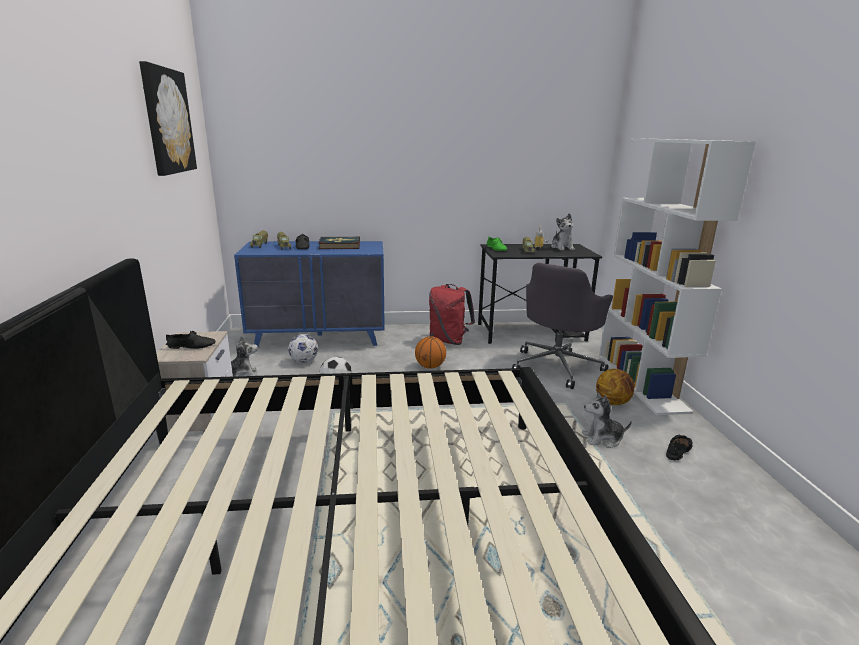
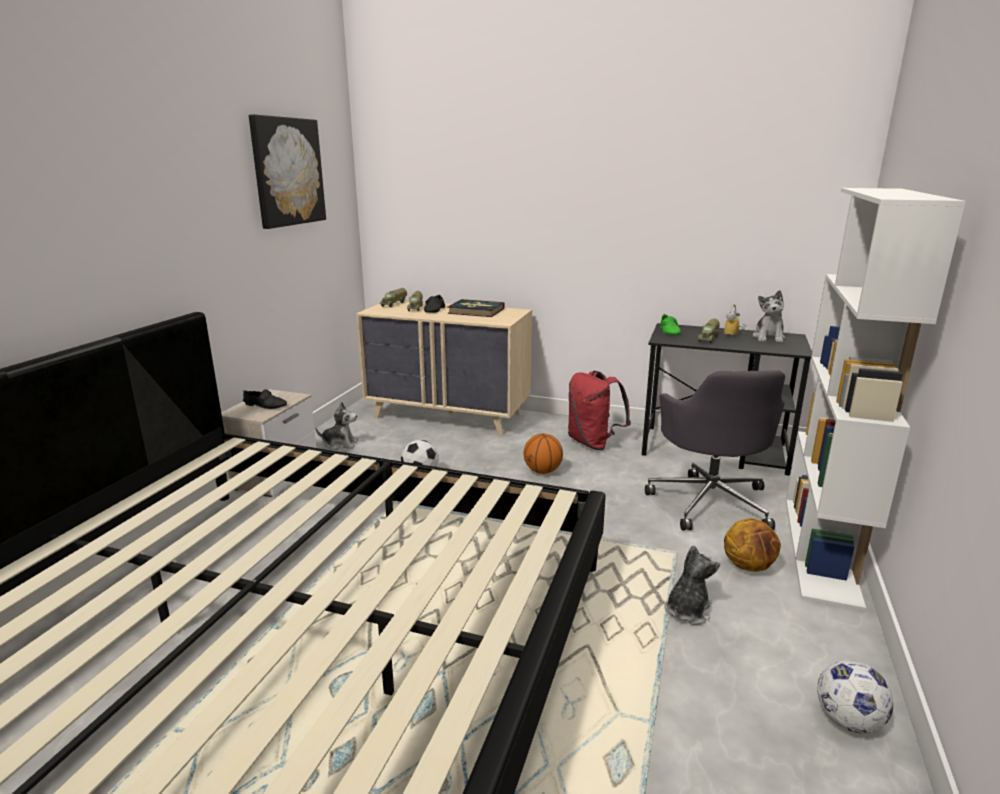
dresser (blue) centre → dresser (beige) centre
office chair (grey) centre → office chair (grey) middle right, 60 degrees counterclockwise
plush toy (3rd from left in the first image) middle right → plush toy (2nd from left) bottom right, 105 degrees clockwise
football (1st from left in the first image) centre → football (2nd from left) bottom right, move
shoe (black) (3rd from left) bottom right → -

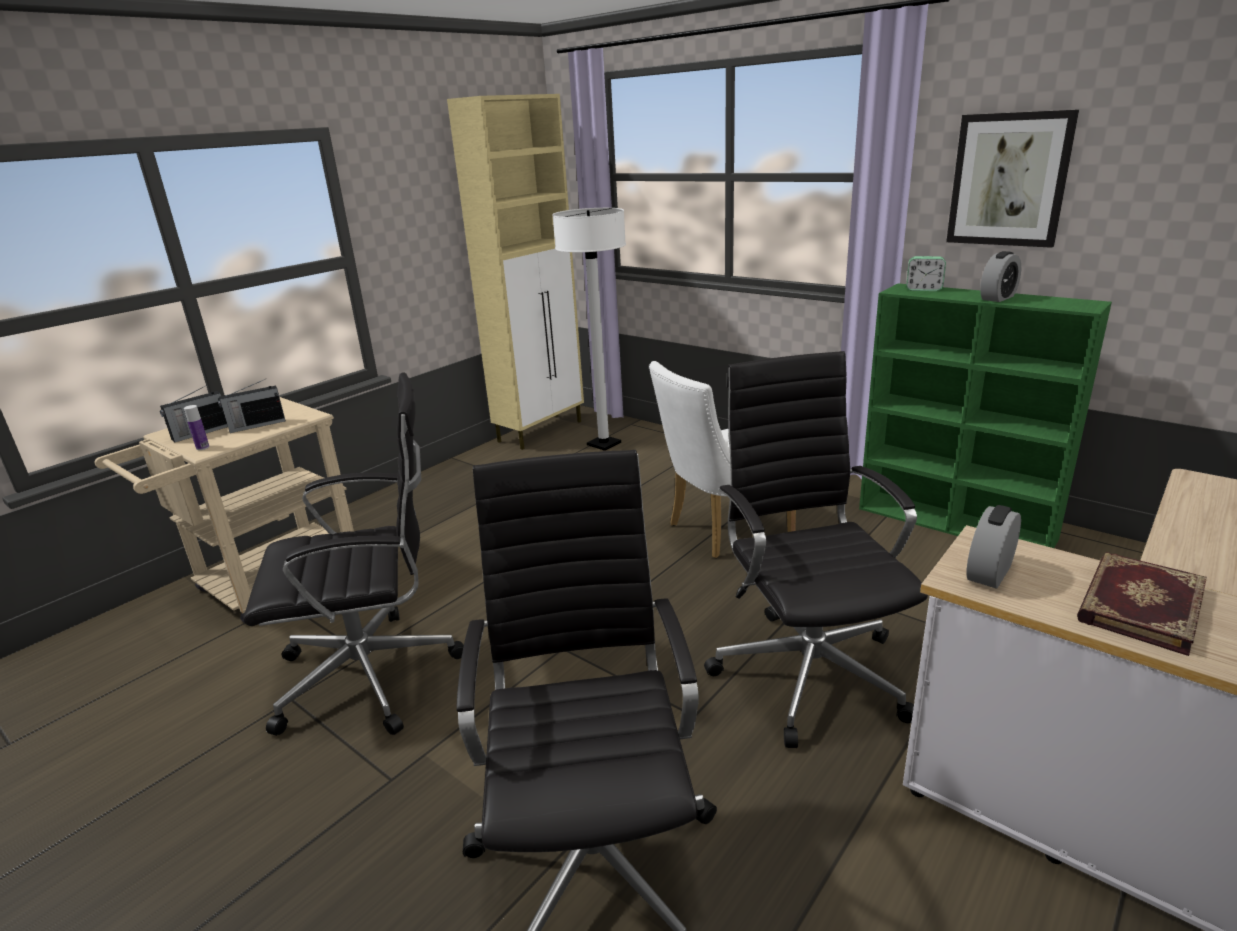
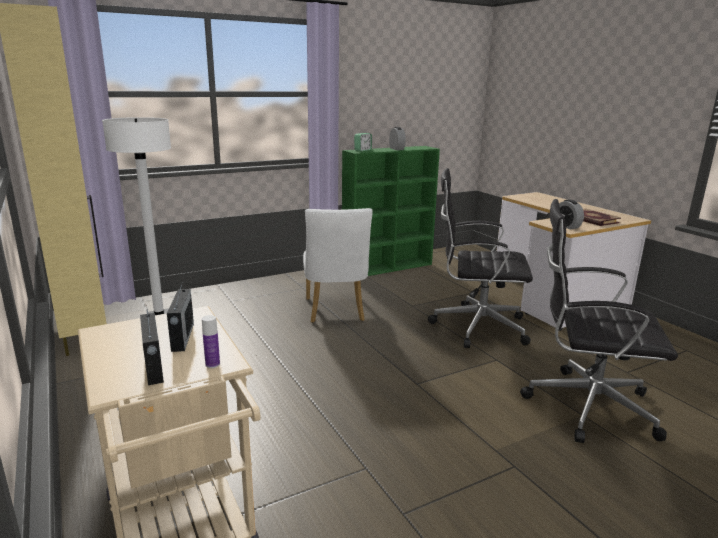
office chair (black) (1st from left) middle left → -
picture top right → -

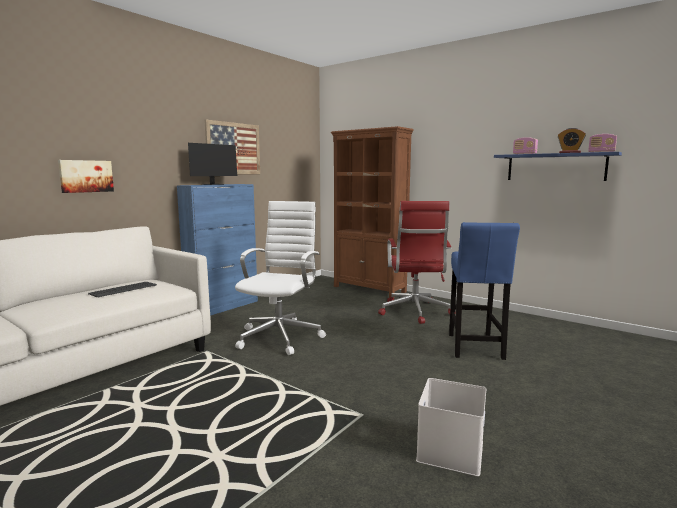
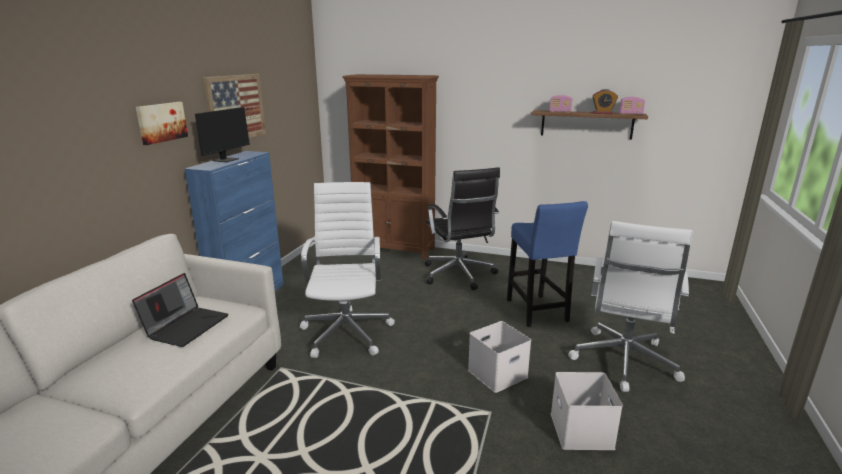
keyboard middle left → laptop middle left
picture (1st from left) middle left → picture (1st from left) top left, move
office chair (red) centre → office chair (black) centre
- → storage box (white) (1st from left) bottom centre
shelf (blue) top right → shelf (brown) top right
- → office chair (white) (2nd from left) middle right

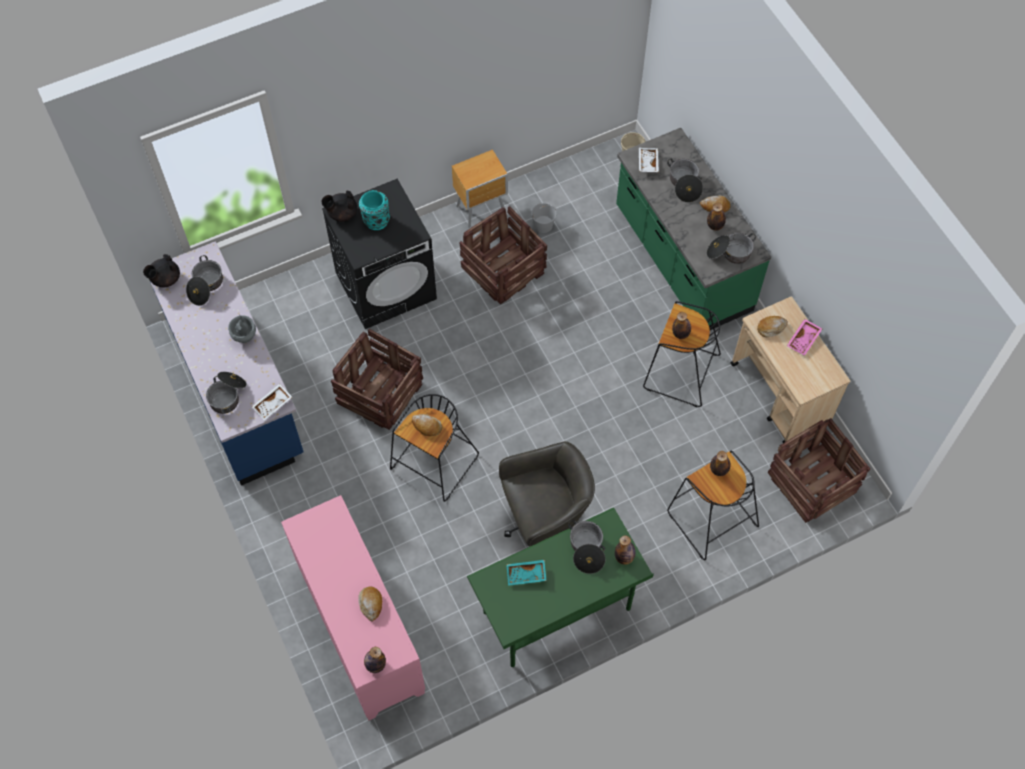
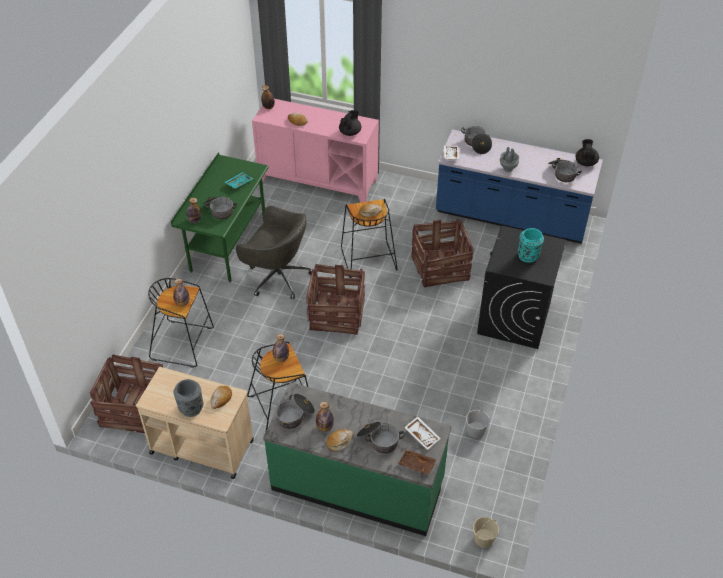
tray (pink) middle right → vase (grey) (1st from left) bottom left
office chair (grey) centre, 90 degrees counterclockwise
crate (2nd from left) top centre → crate (2nd from left) centre, move
teapot (black) (2nd from left in the first image) top left → teapot (black) (1st from left) top centre, move
- → tray (brown) bottom centre
nightstand (brown) top centre → -

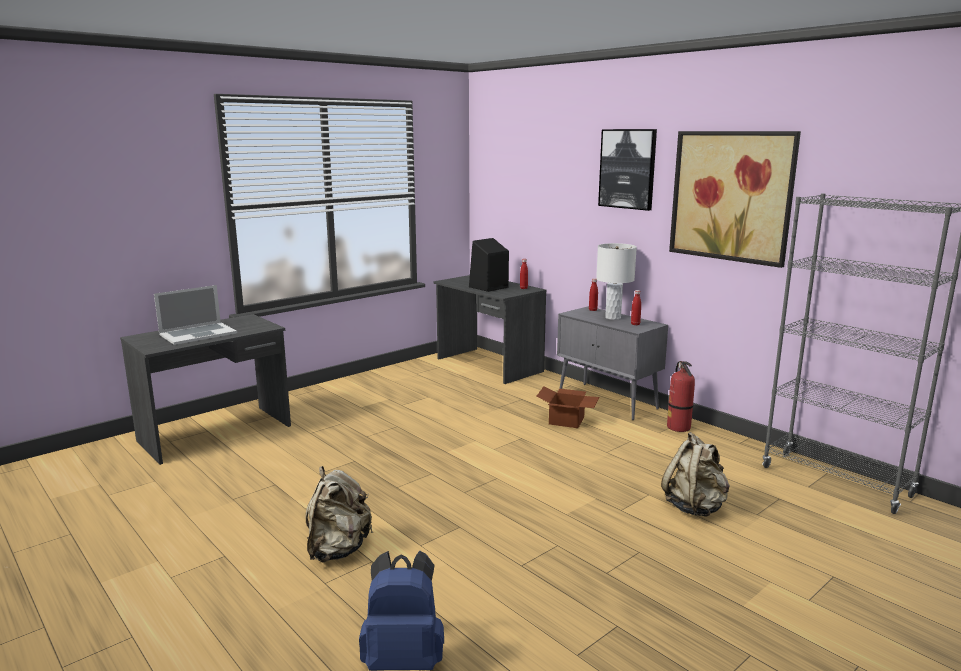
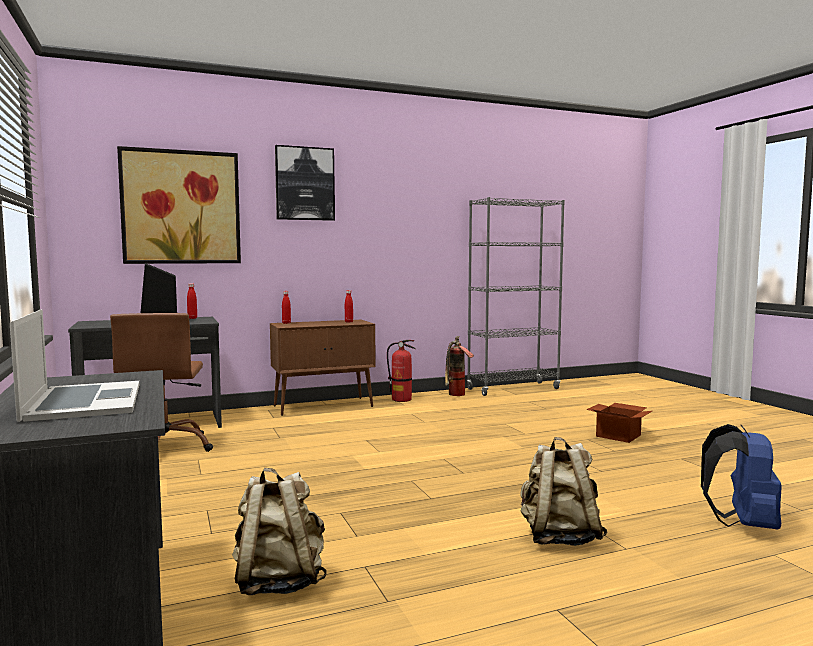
- → office chair (brown) middle left
picture (2nd from left in the first image) top right → picture (1st from left) top left, move
backpack (beige) (2nd from left in the first image) bottom right → backpack (beige) (1st from left) bottom centre, move
cabinet (grey) centre → cabinet (brown) centre
- → fire extinguisher (2nd from left) centre
cardboard box centre → cardboard box middle right, move
table lamp (white) centre → -

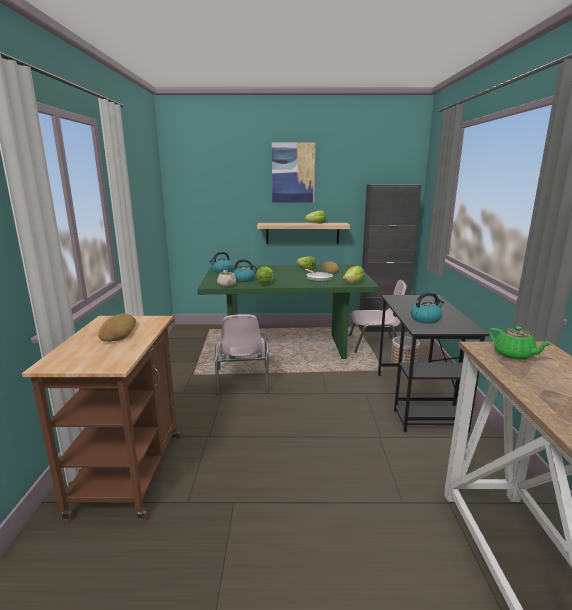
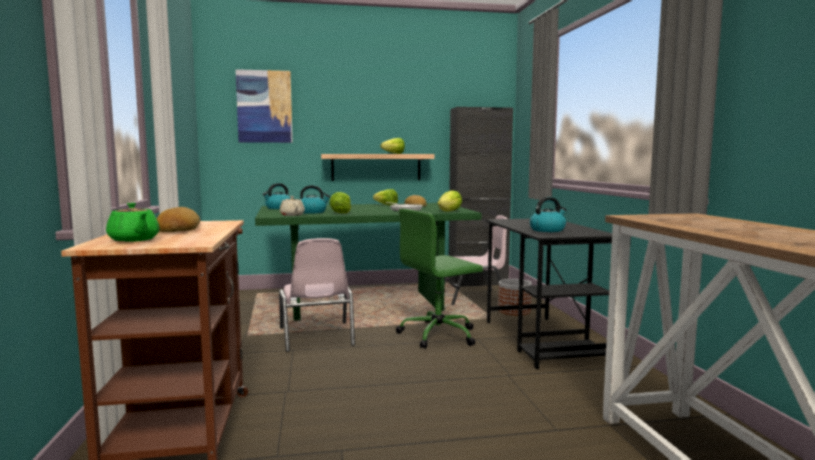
teapot (green) middle right → teapot (green) middle left, move
picture top centre → picture top left, move
- → office chair (green) centre

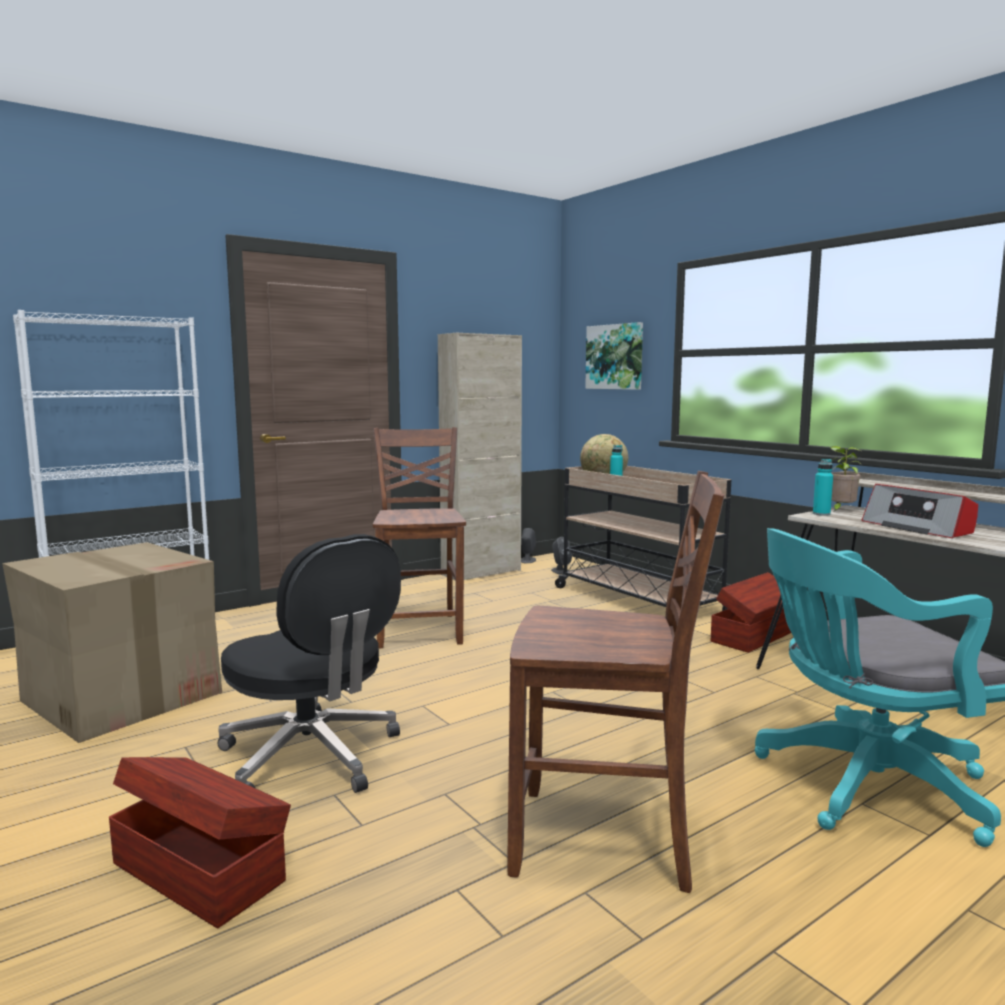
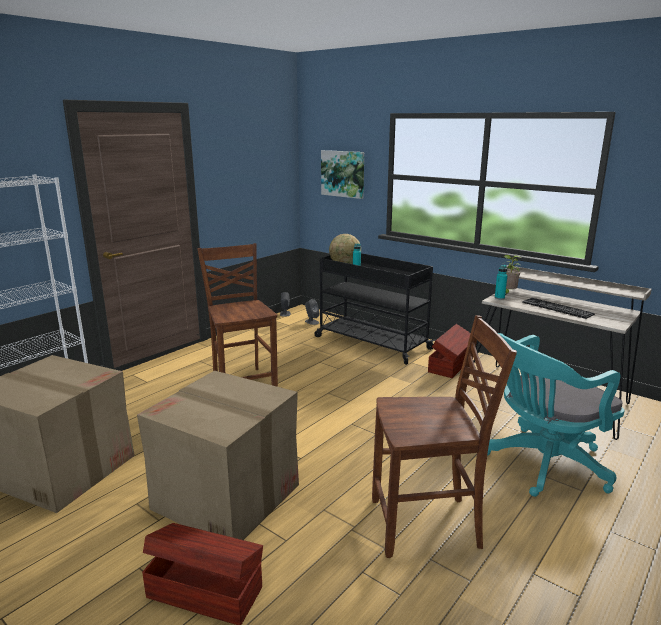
office chair (black) middle left → cardboard box (2nd from left) bottom left
cart (beige) centre → cart (black) centre
radio middle right → keyboard middle right
cabinet (beige) centre → -

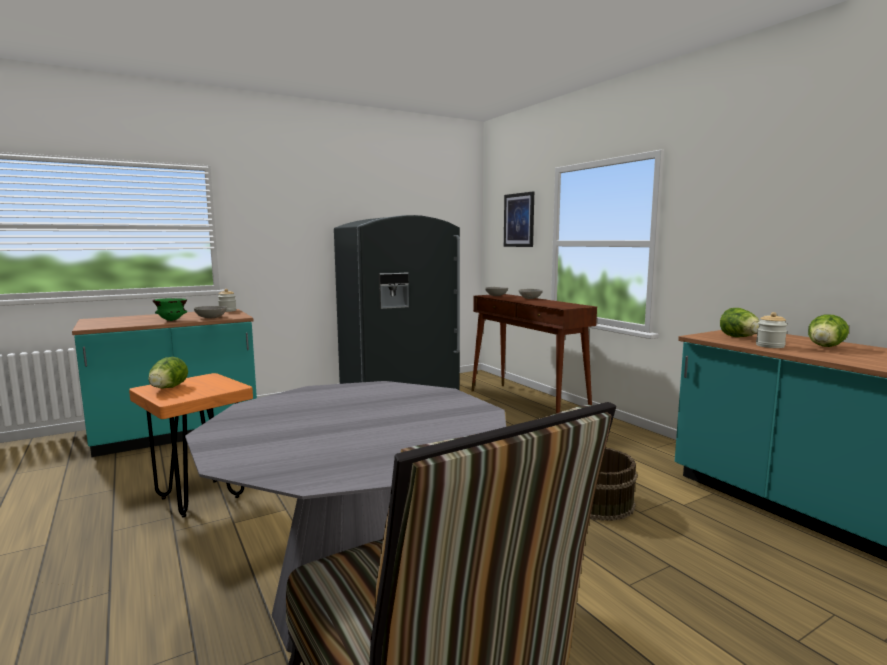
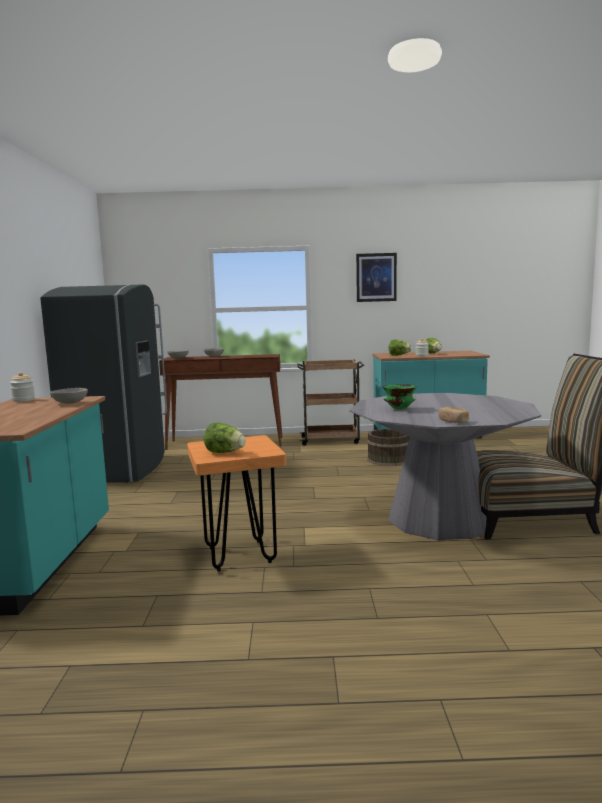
- → cart (brown) centre
picture top centre → picture centre, move
bowl (green) middle left → bowl (green) centre, move
- → bread middle right

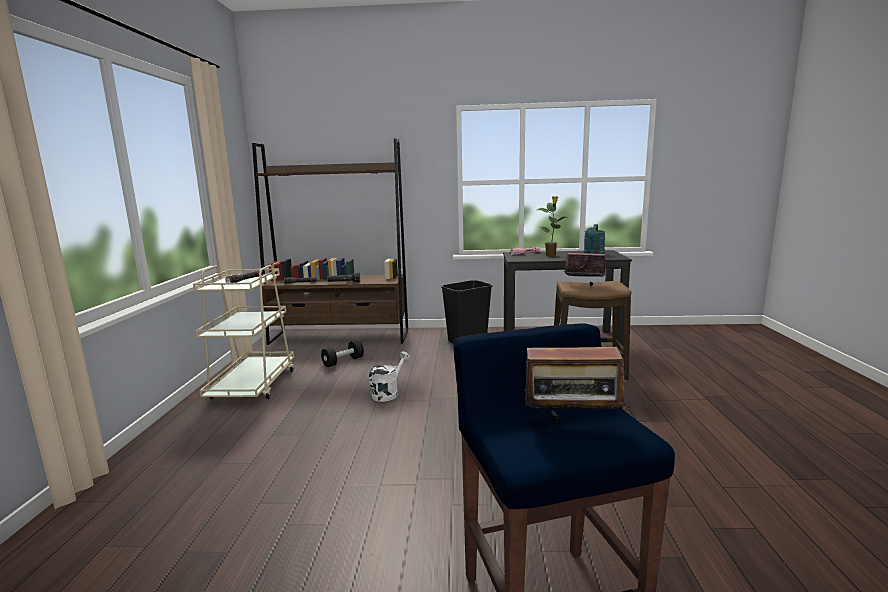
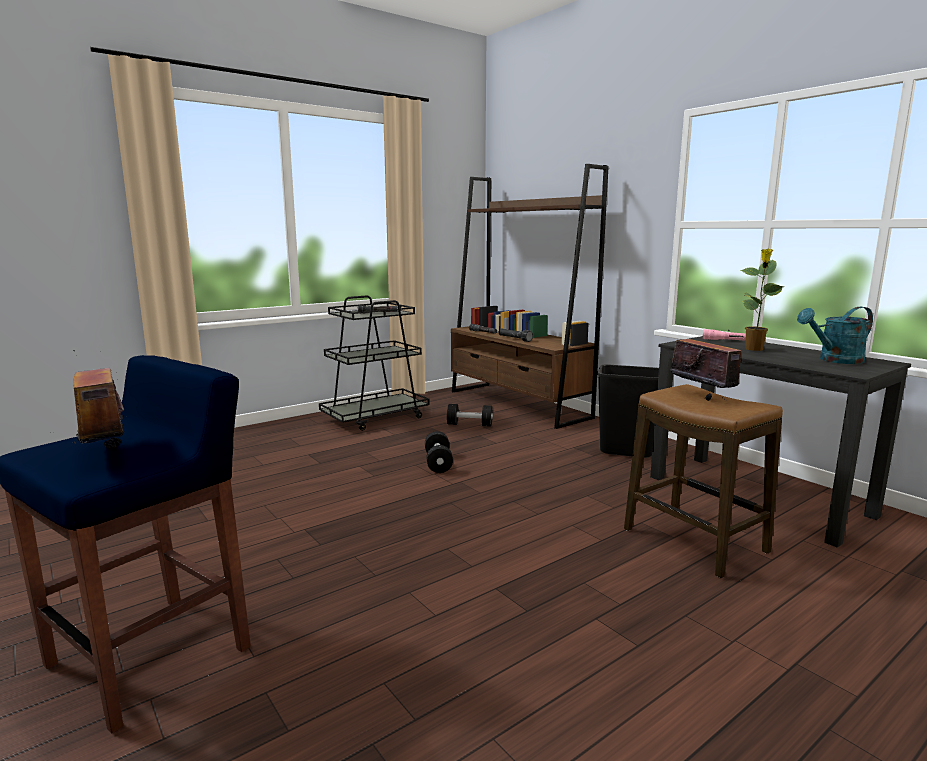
cart (beige) middle left → cart (black) centre
watering can (white) centre → dumbbell (black) (1st from left) centre

